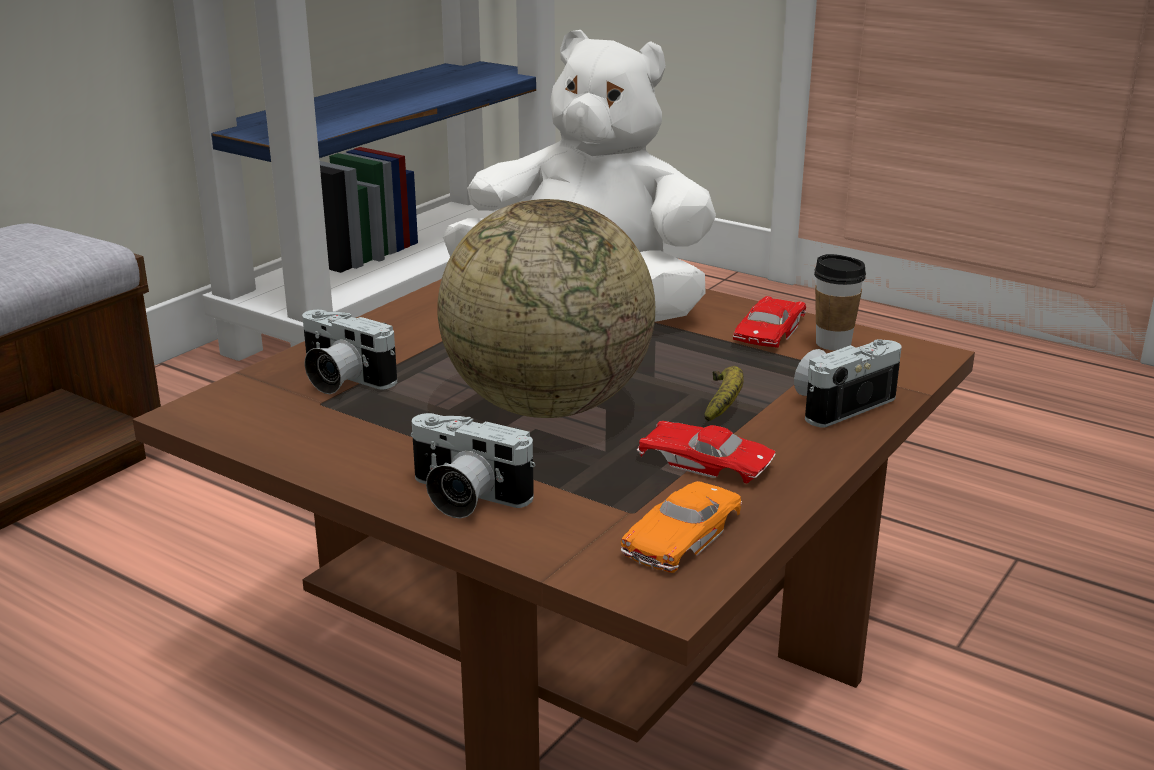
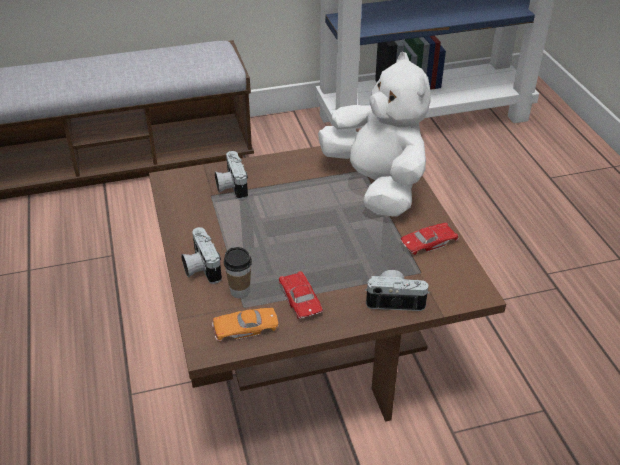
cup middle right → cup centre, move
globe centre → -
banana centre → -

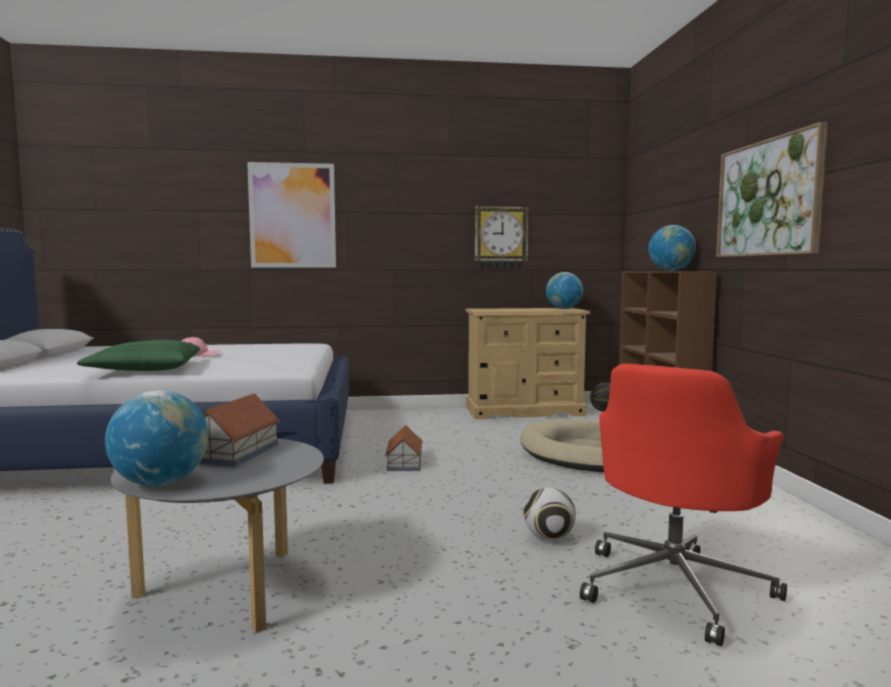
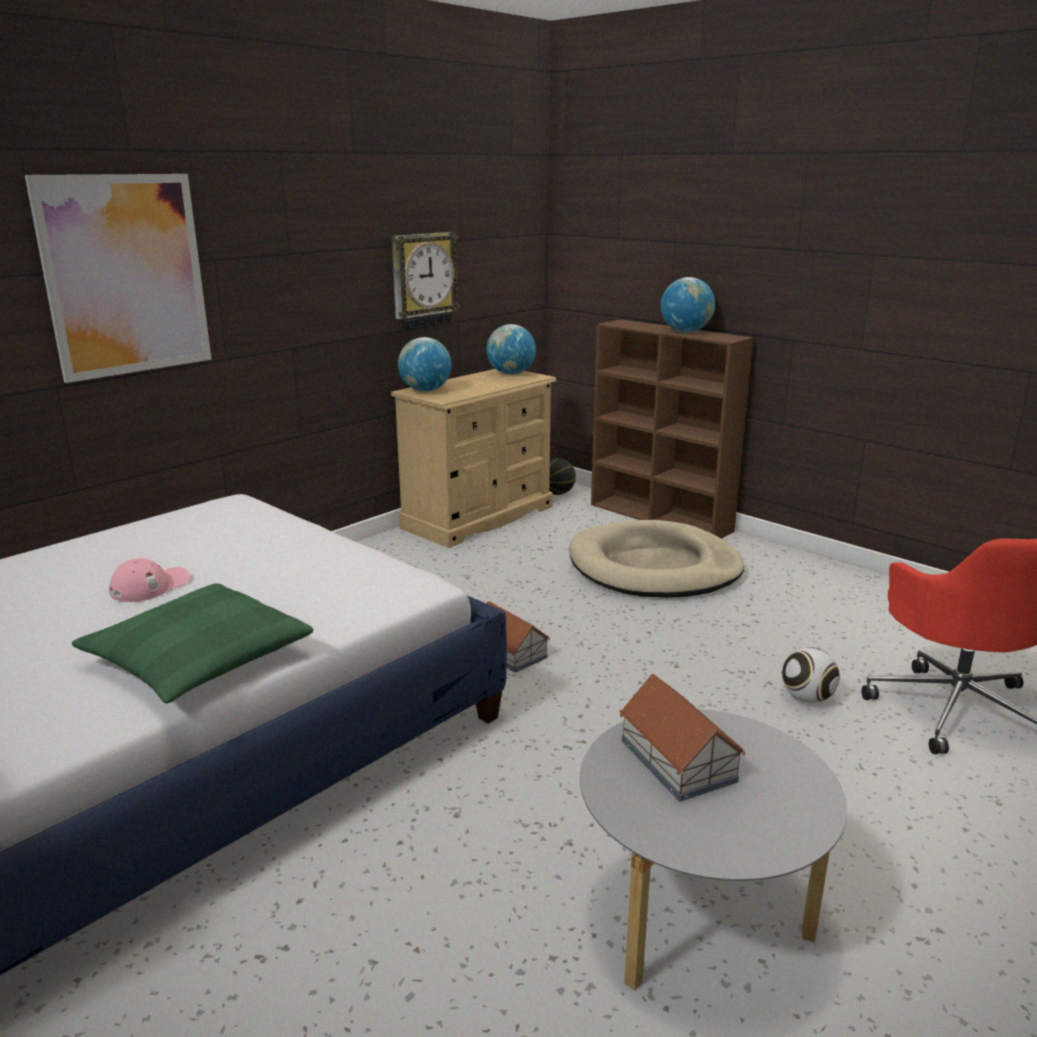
globe (1st from left) middle left → globe (1st from left) centre, move
picture (2nd from left) top right → -

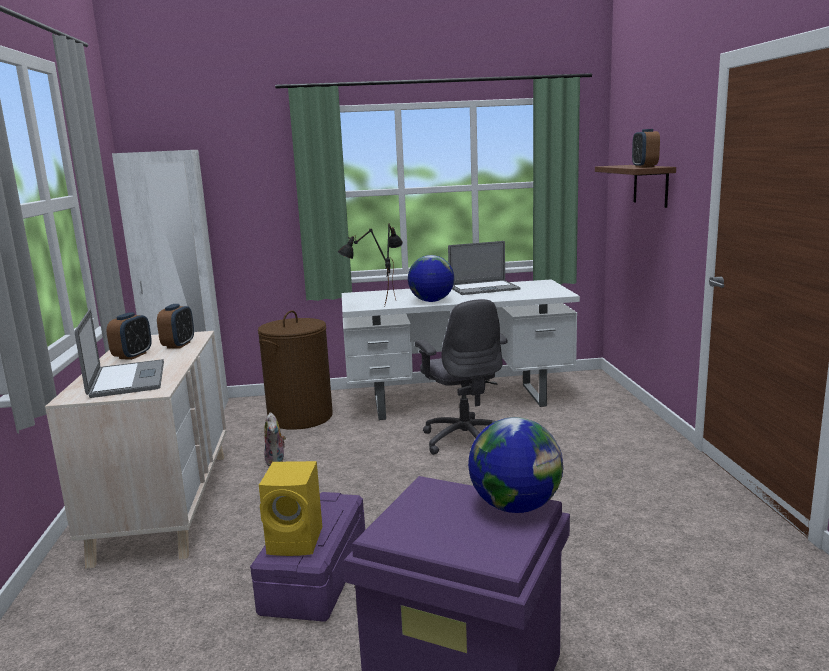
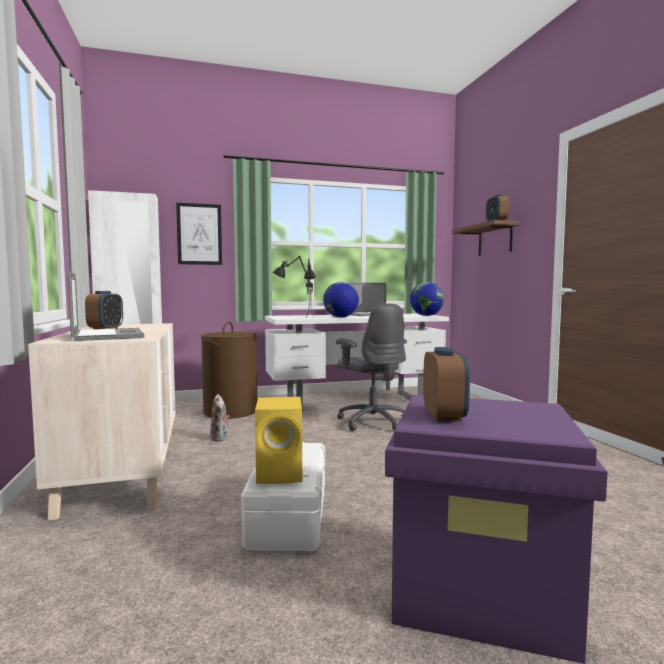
- → picture middle left
storage box (purple) (1st from left) bottom centre → storage box (white) bottom centre
globe (2nd from left) bottom centre → globe (2nd from left) centre, move
alarm clock (2nd from left) middle left → alarm clock (2nd from left) middle right, move

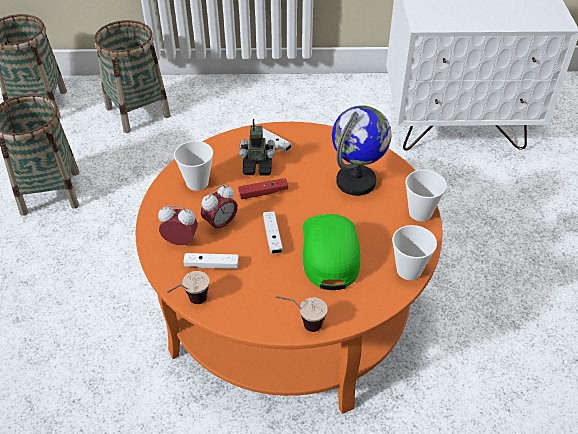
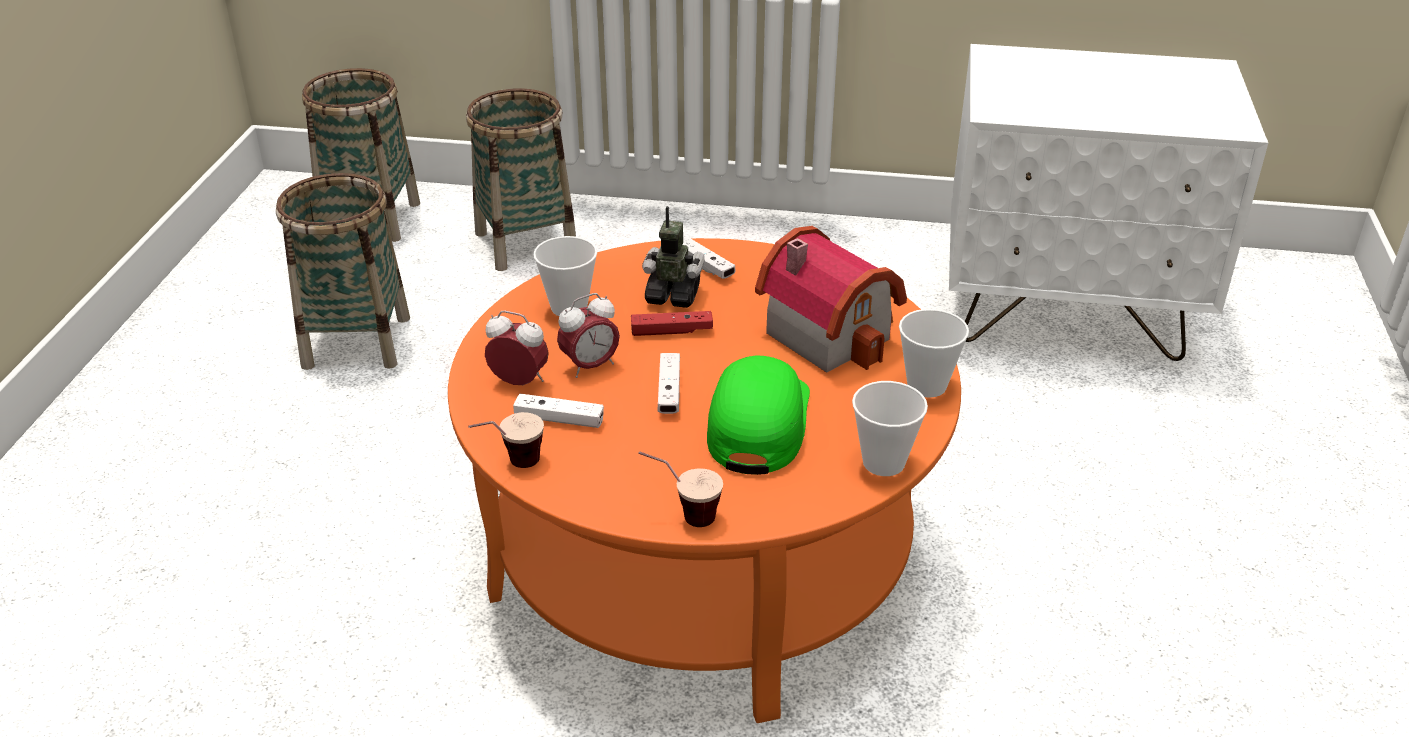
globe centre → toy house centre

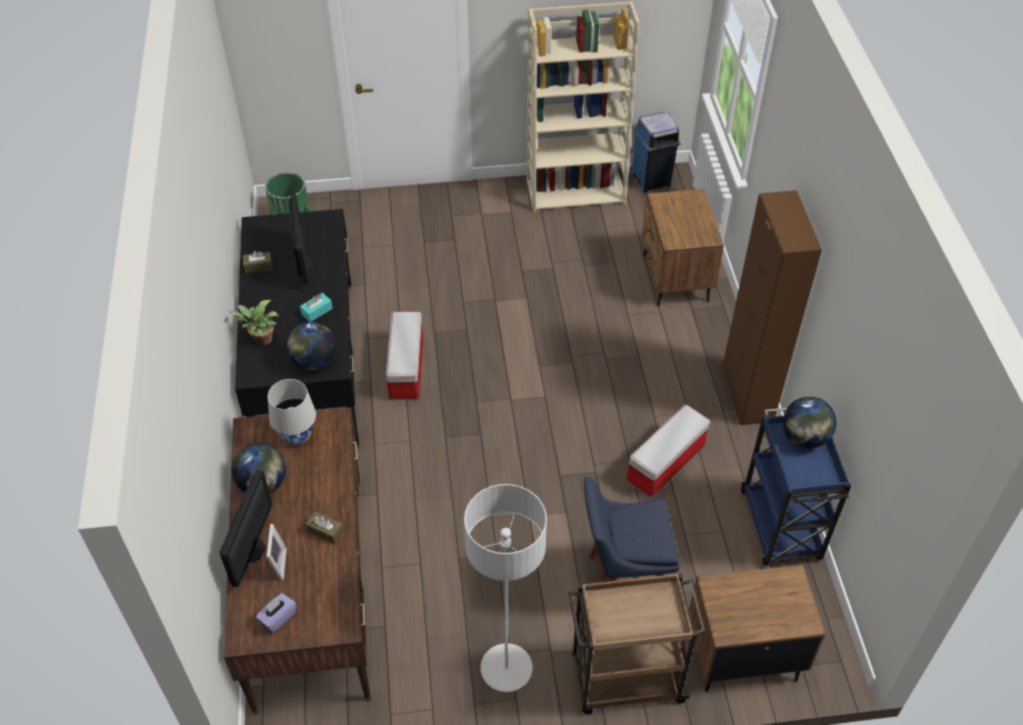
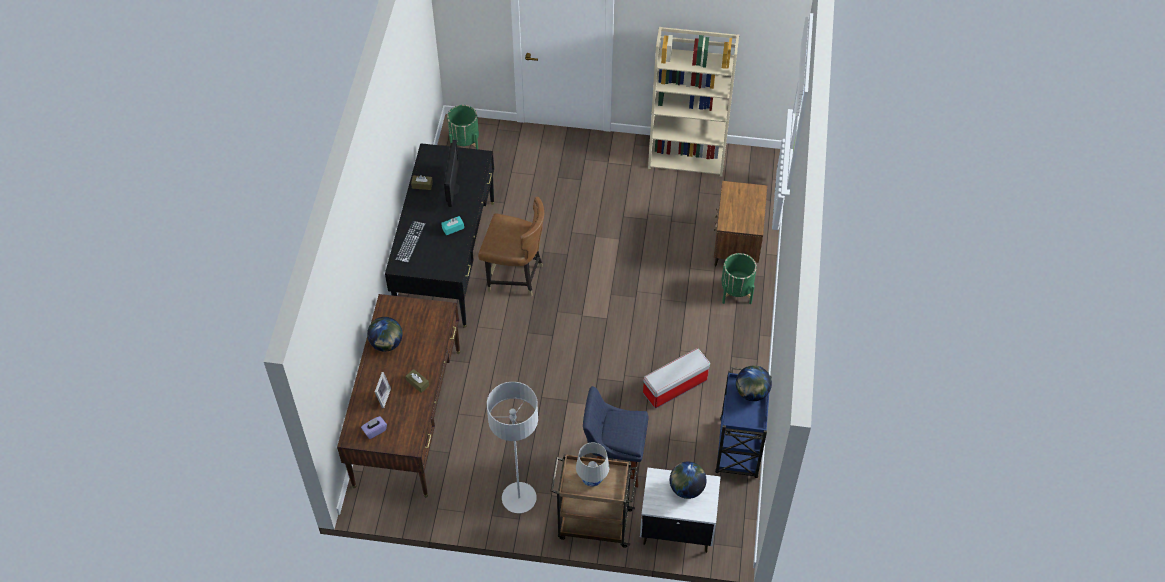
potted plant middle left → keyboard centre
storage box (1st from left) centre → chair (brown) centre
table lamp (white) middle left → table lamp (white) bottom centre, move
nightstand (brown) (2nd from left) bottom right → nightstand (white) bottom centre
globe (2nd from left) middle left → globe (2nd from left) bottom centre, move
- → planter (green) (2nd from left) centre
monitor (1st from left) bottom left → -
trash can (blue) top centre → -
cabinet (brown) middle right → -

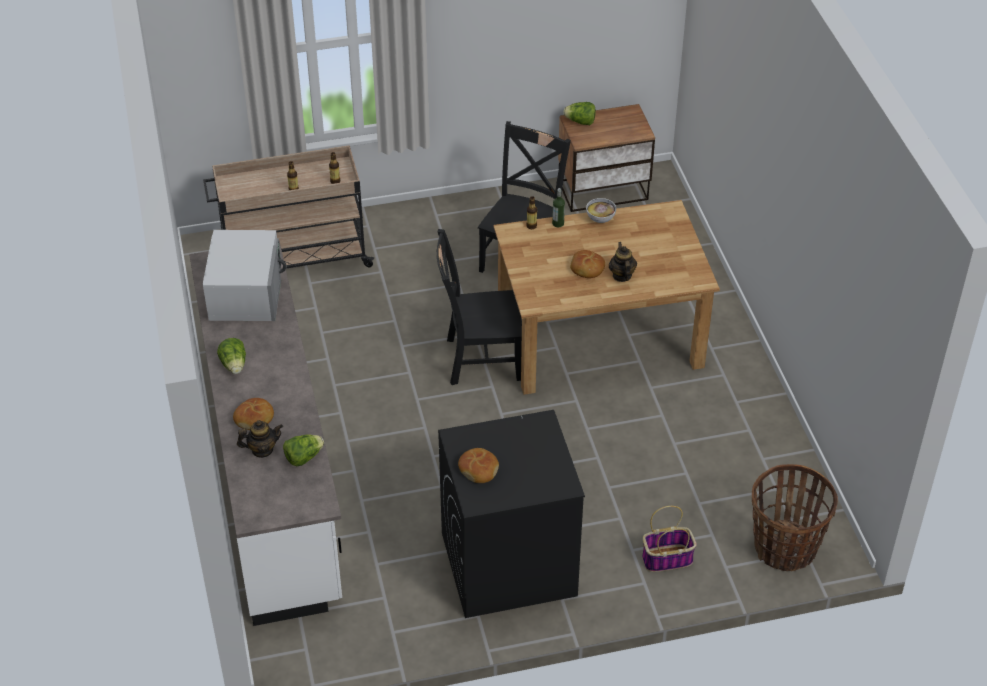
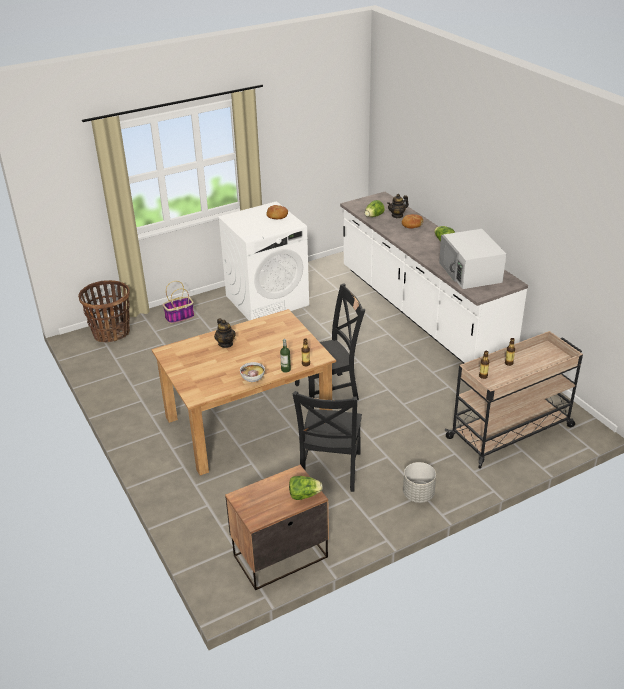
washing machine (black) bottom centre → washing machine (white) centre
- → planter (grey) bottom right
bread (3rd from left) centre → -

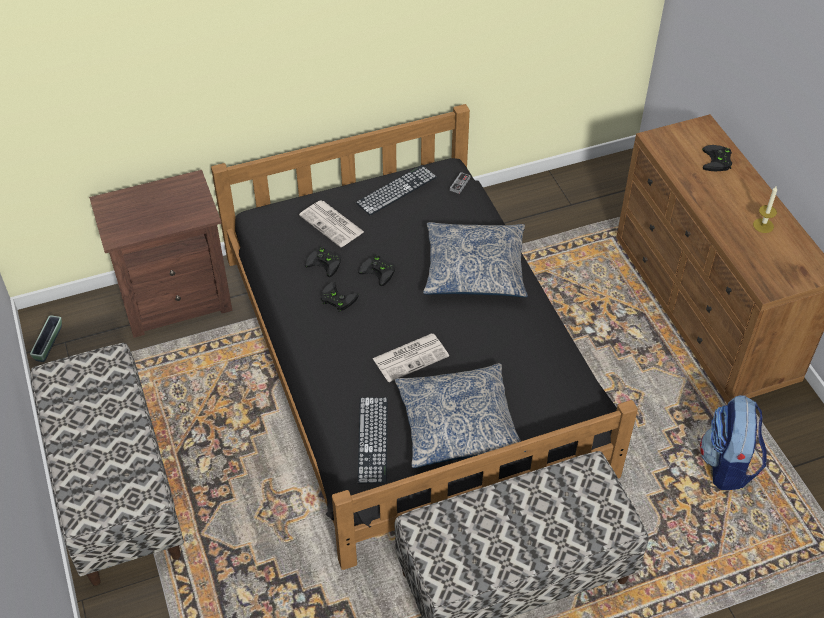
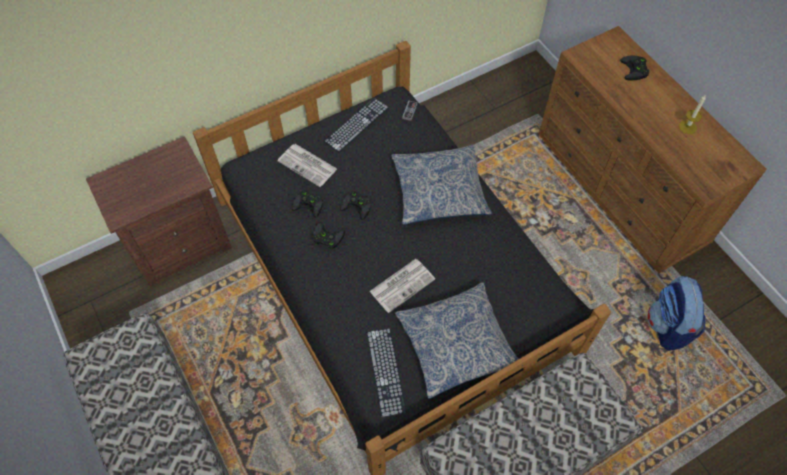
planter middle left → -

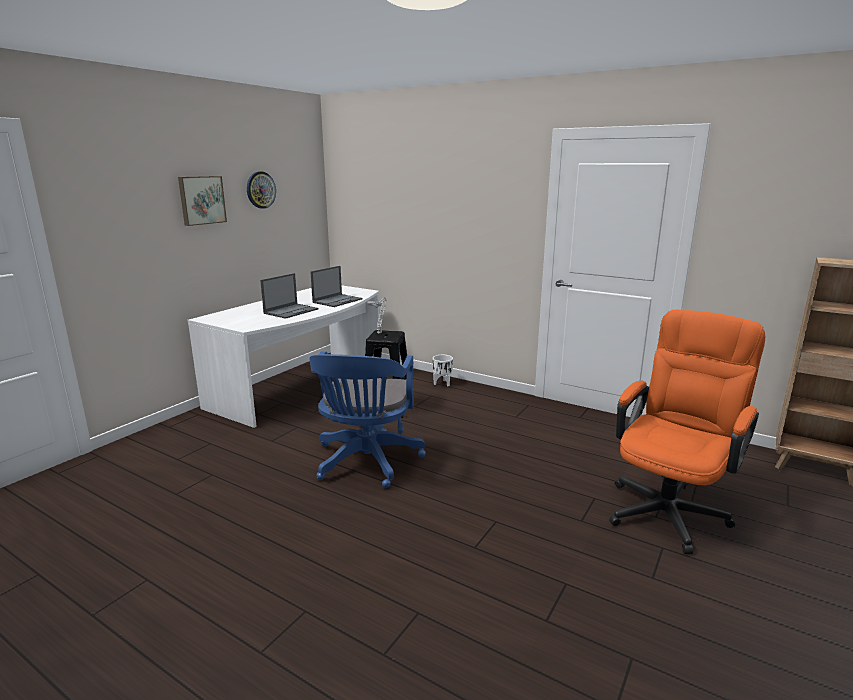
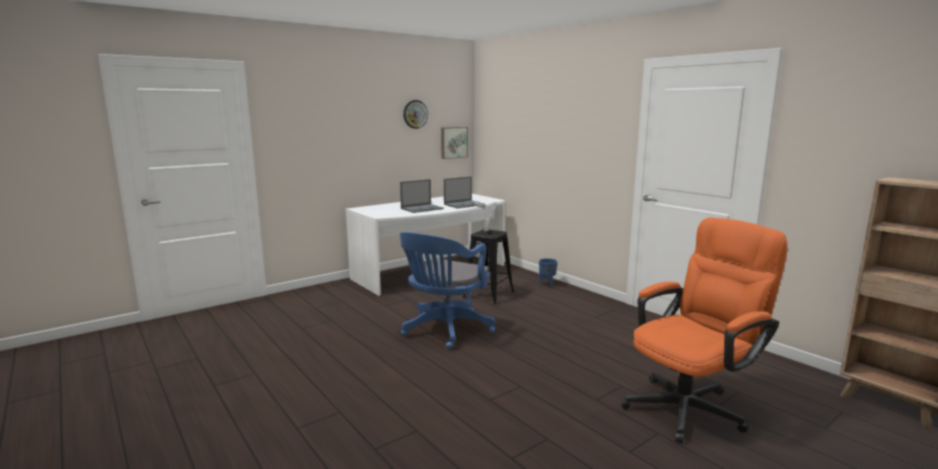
picture top left → picture top centre, move
planter (white) centre → planter (blue) centre

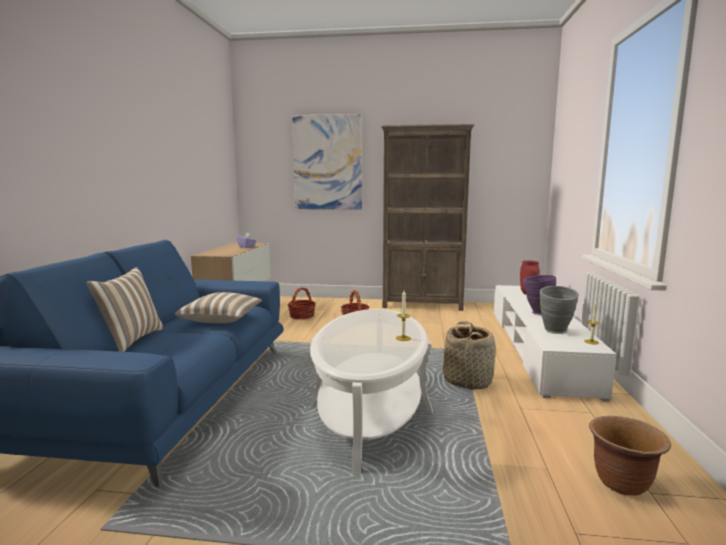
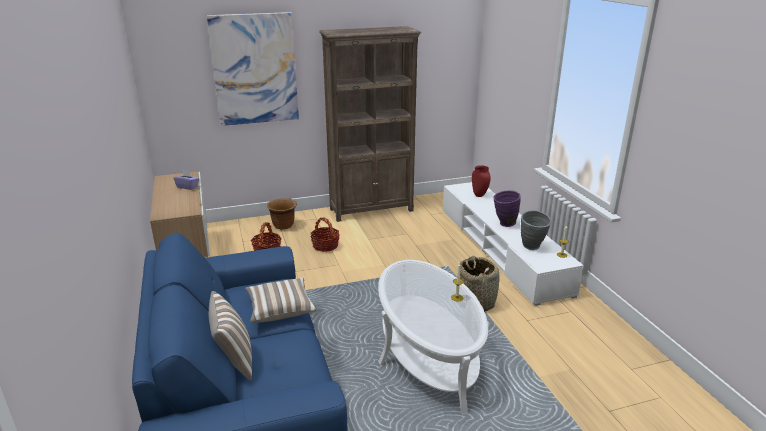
planter (brown) bottom right → planter (brown) centre, move

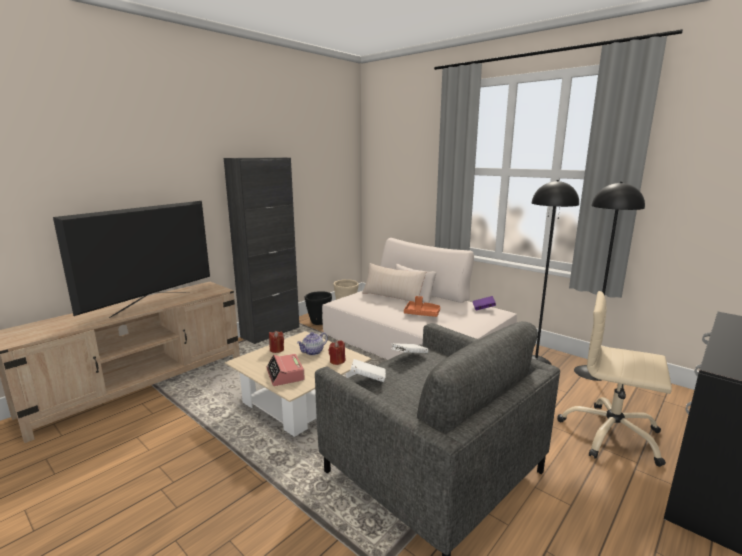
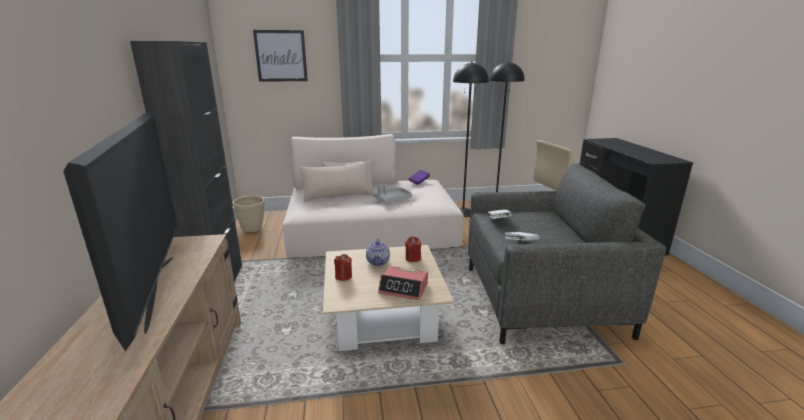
- → picture top centre
tray (orange) centre → tray (grey) centre
planter (black) centre → -

